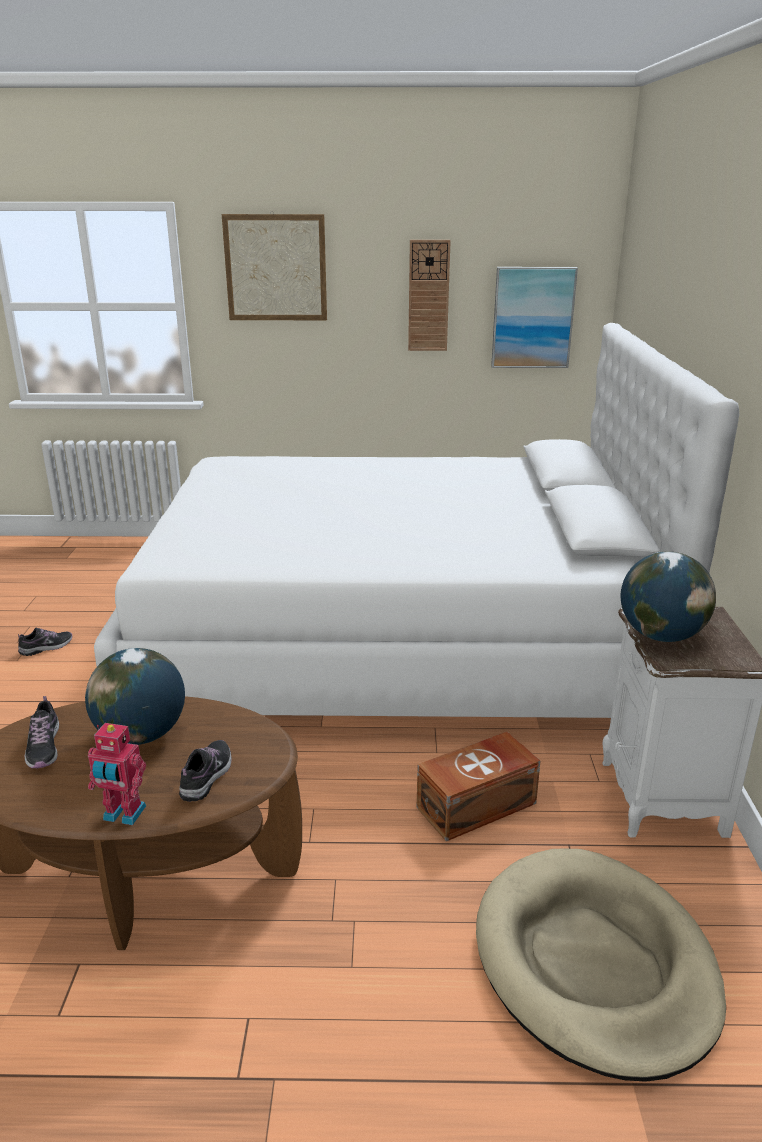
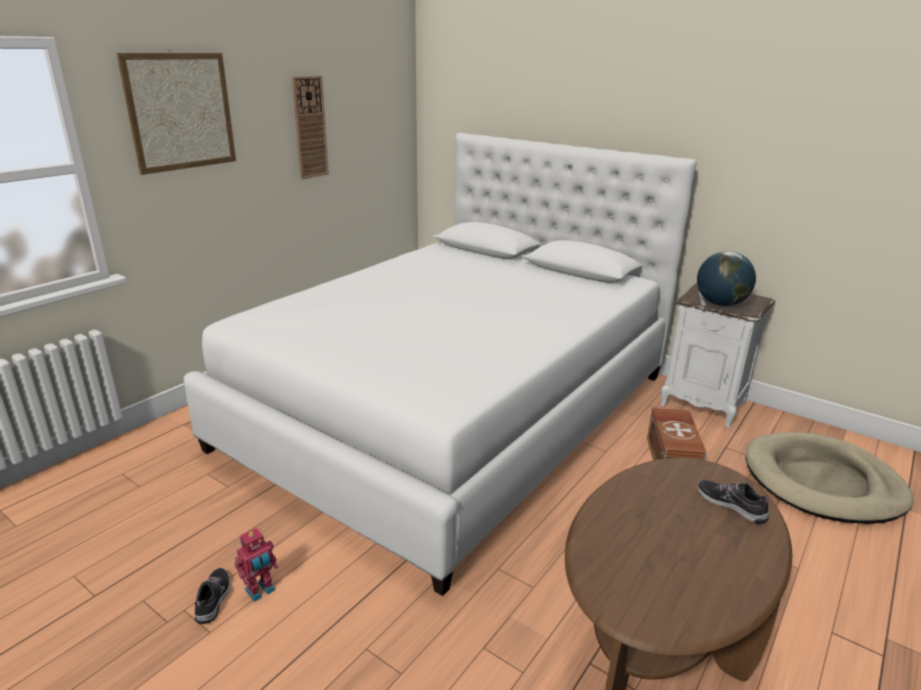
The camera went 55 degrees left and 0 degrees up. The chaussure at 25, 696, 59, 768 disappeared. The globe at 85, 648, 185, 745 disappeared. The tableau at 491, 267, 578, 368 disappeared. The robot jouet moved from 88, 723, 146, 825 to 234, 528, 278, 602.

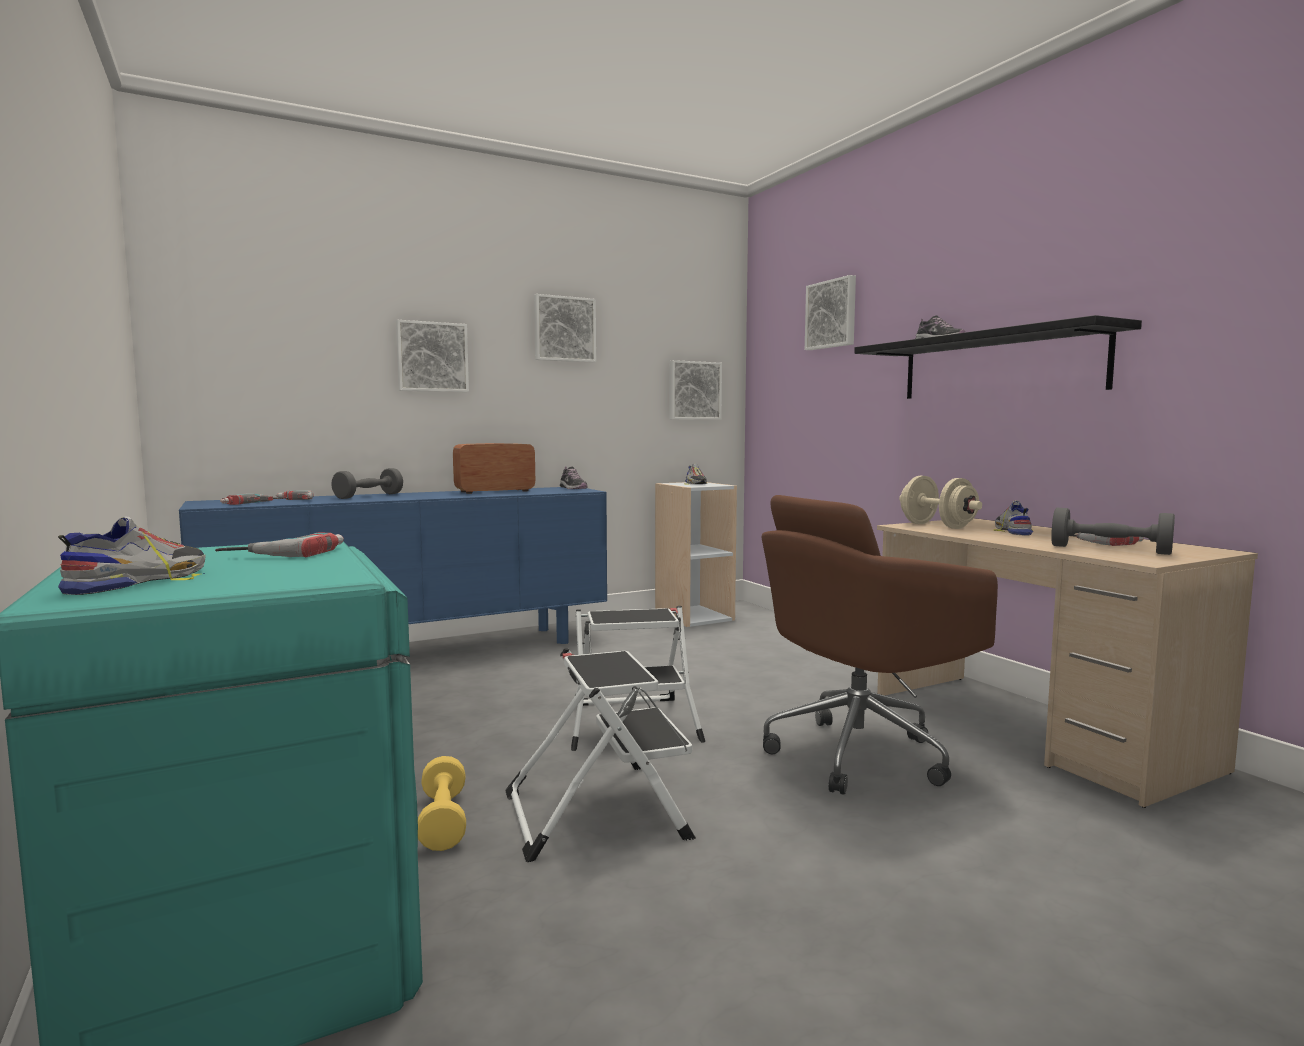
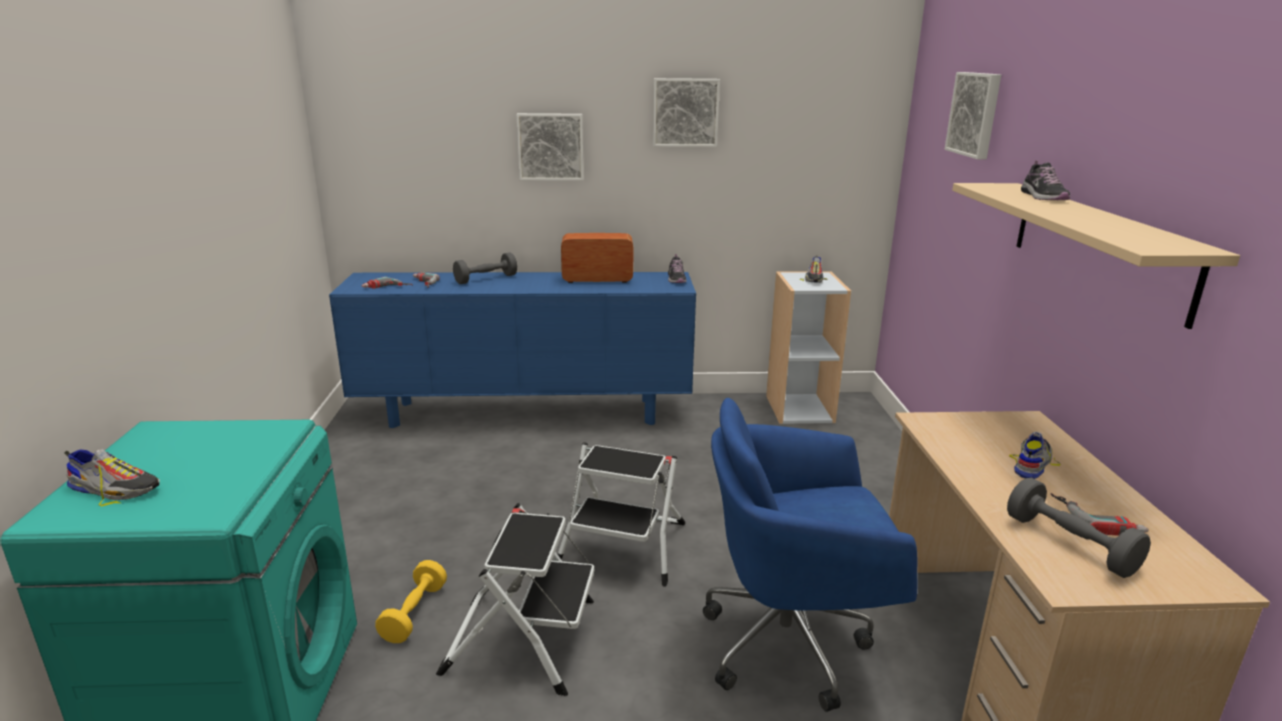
The camera went 25 degrees right and 15 degrees up. The perceuse at 215, 533, 344, 557 disappeared. The tableau at 669, 360, 722, 420 disappeared. The haltère (beige) at 899, 476, 982, 529 disappeared. The chaise de bureau (marron) at 762, 495, 998, 795 became the chaise de bureau (bleu) at 703, 398, 917, 712. The étagère (noir) at 854, 315, 1142, 399 became the étagère (beige) at 952, 183, 1240, 329. The chaussure at 58, 516, 206, 595 turned 60 degrees clockwise.

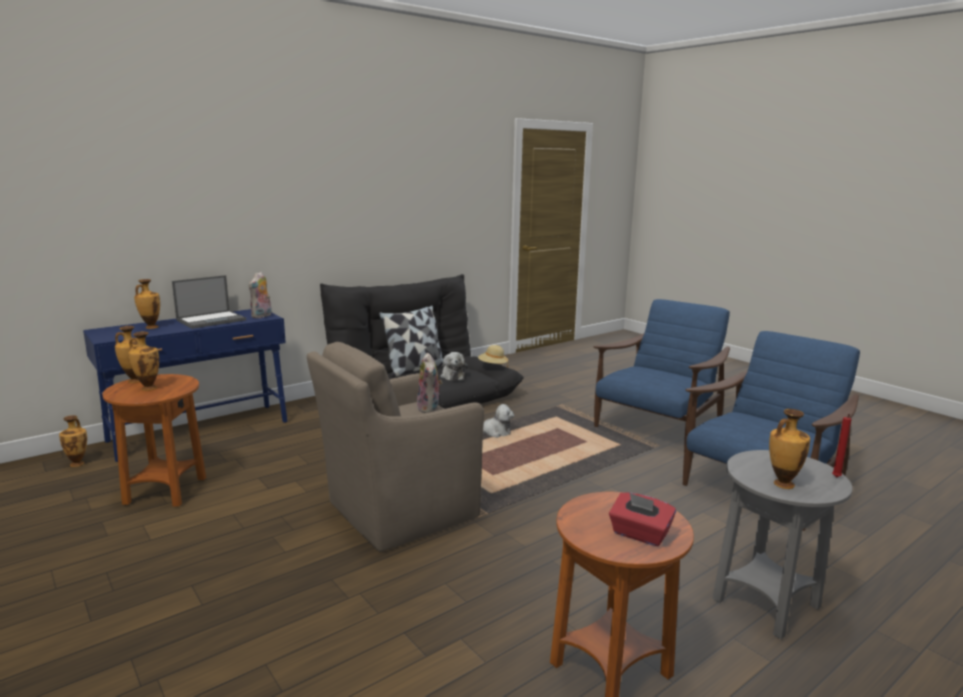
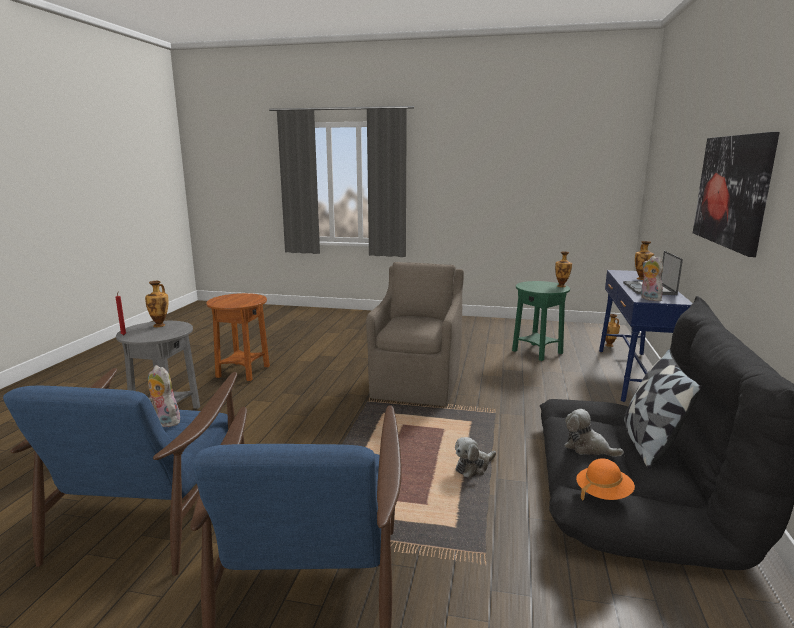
The camera went 140 degrees right and 0 degrees up. The vase at 128, 331, 159, 391 disappeared. The boîte à mouchoirs (rouge) at 609, 493, 676, 546 disappeared. The tableau at 693, 132, 780, 257 appeared. The peluche moved from 417, 353, 443, 413 to 148, 365, 180, 427. The table d'appoint (marron) at 102, 374, 206, 507 became the table d'appoint (vert) at 512, 281, 570, 361. The chapeau (beige) at 478, 345, 508, 368 became the chapeau (orange) at 576, 458, 635, 501.

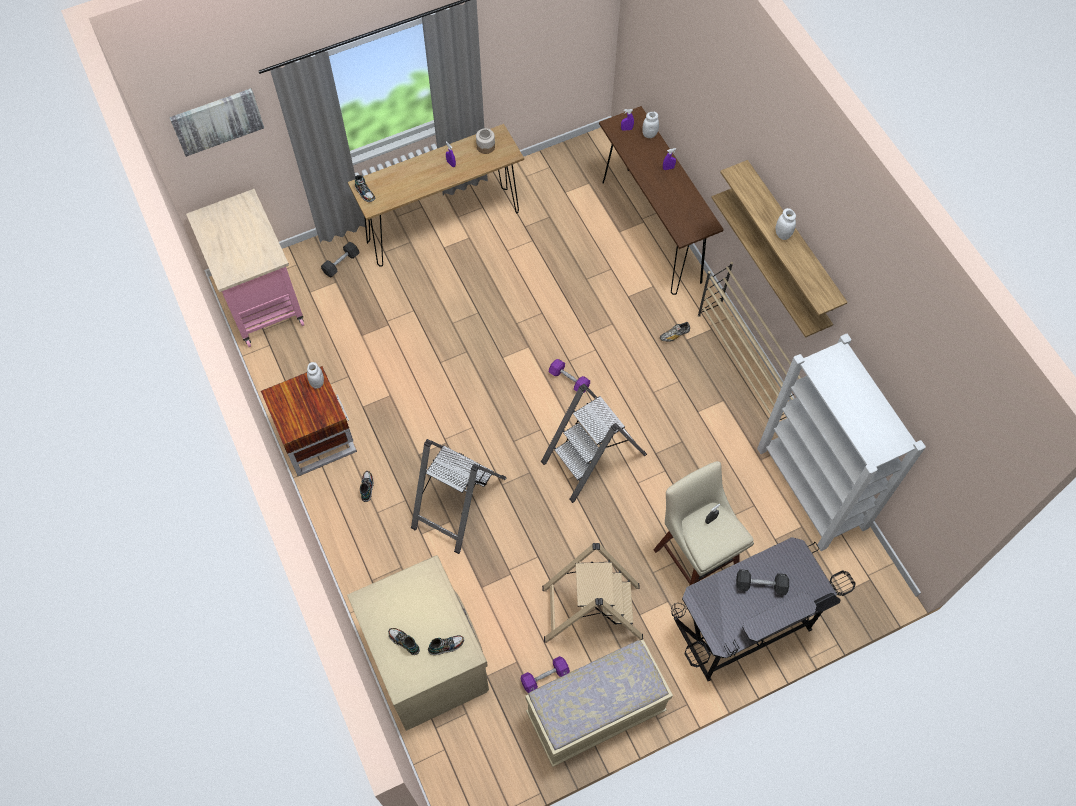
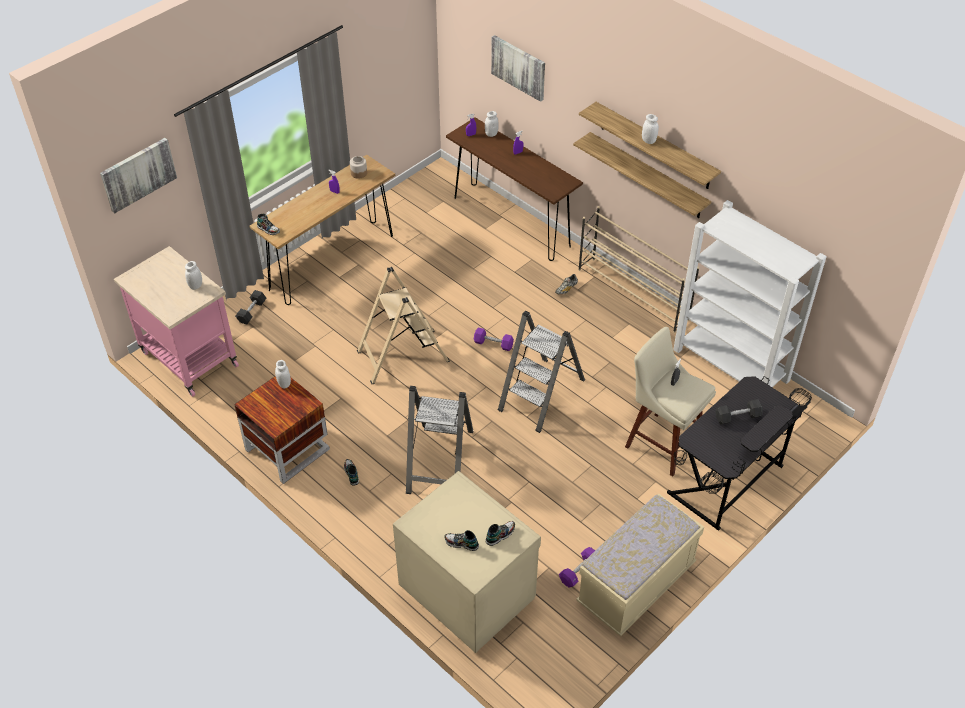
The camera went 20 degrees left and 15 degrees down. The bocal (blanc) at 185, 261, 202, 290 appeared. The tableau at 491, 35, 545, 102 appeared. The escabeau (beige) moved from 542, 543, 643, 642 to 357, 267, 450, 384.

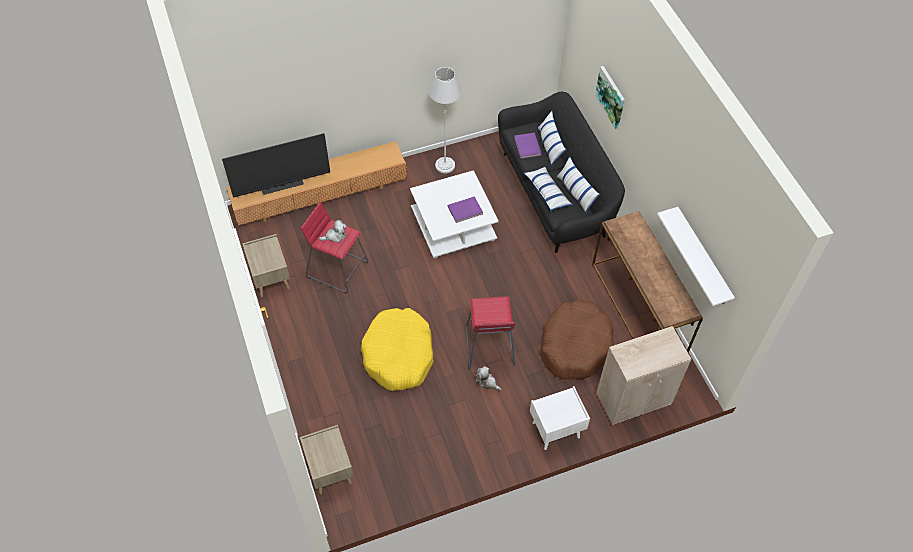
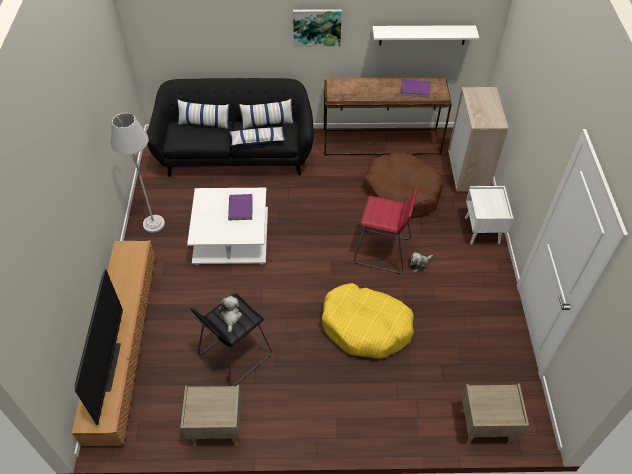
The camera went 70 degrees left and 5 degrees down. The livre (violet) moved from 514, 133, 542, 159 to 401, 79, 431, 98. The tableau moved from 595, 66, 625, 129 to 293, 9, 342, 47. The tabouret (rouge) at 301, 202, 368, 293 became the tabouret (noir) at 191, 293, 272, 386.

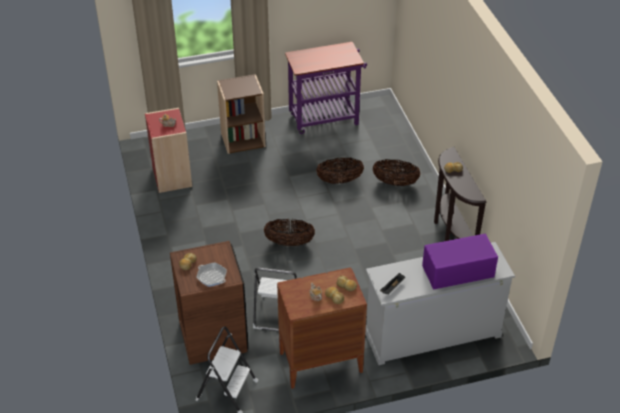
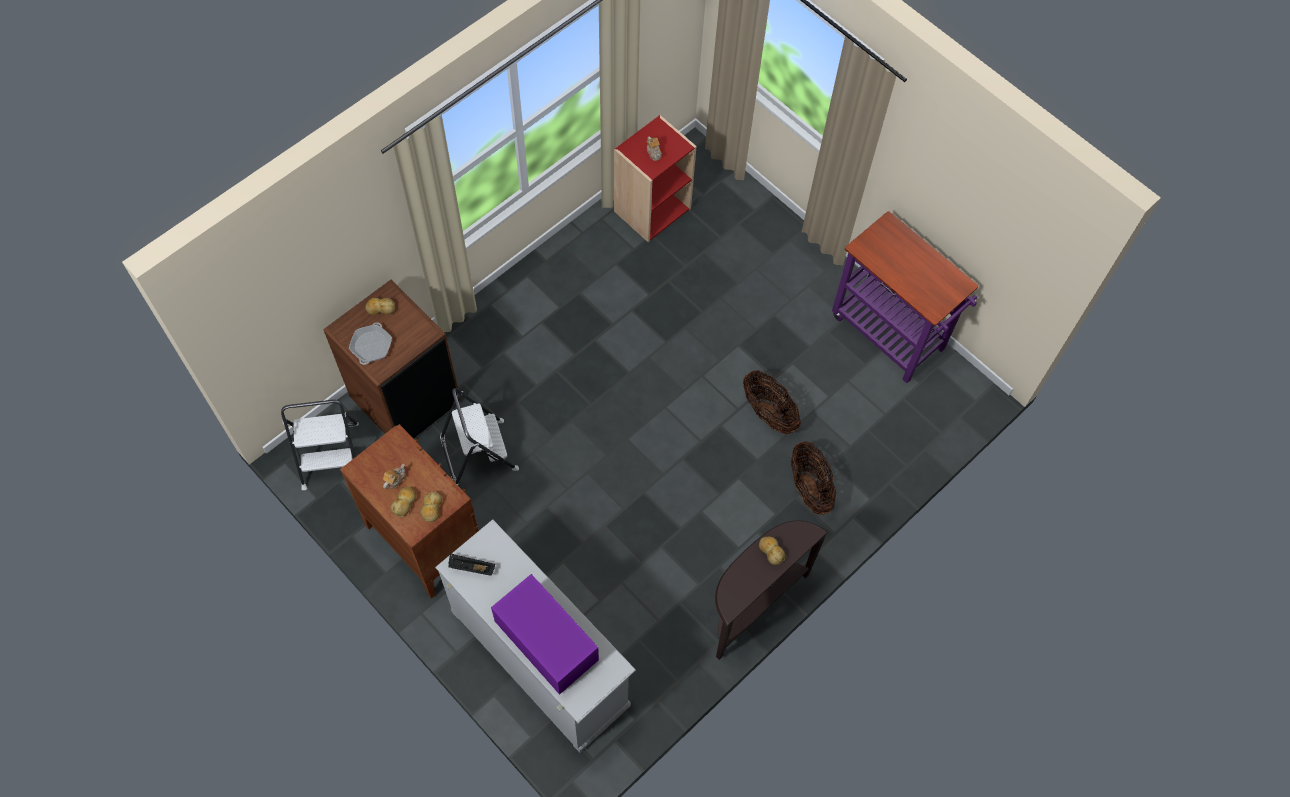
The camera went 60 degrees right and 20 degrees up. The bibliothèque (marron) at 217, 74, 266, 154 disappeared. The panier at 264, 219, 315, 246 disappeared.

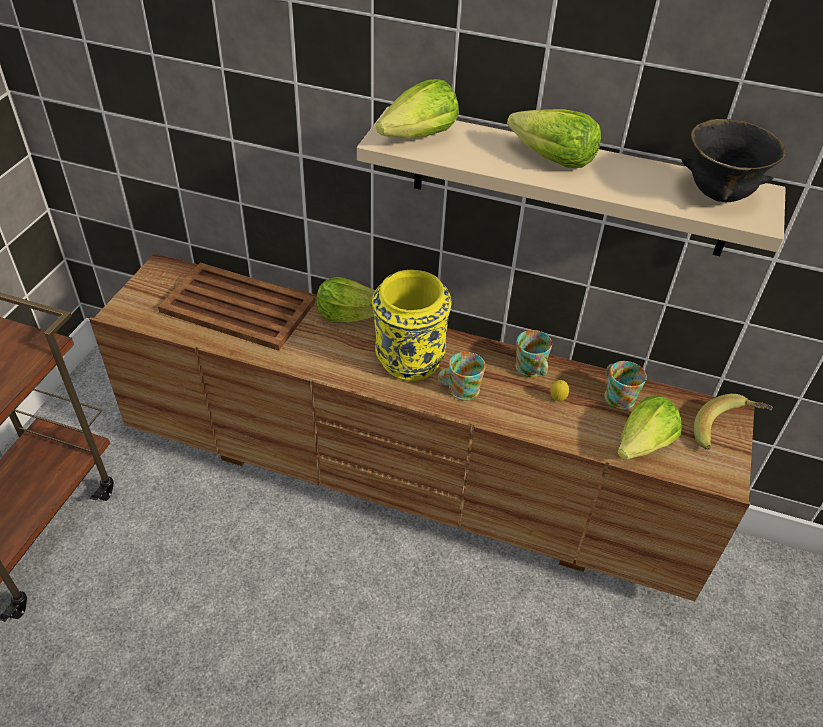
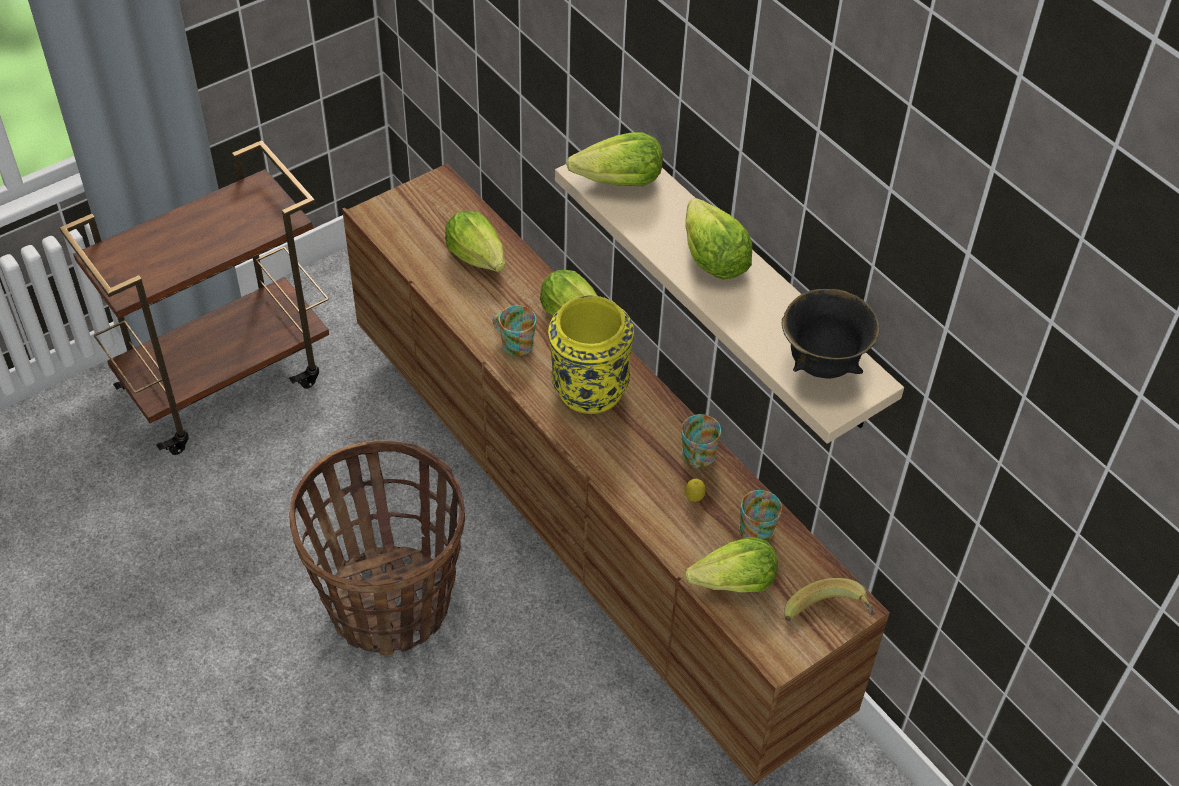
The camera went 35 degrees right and 5 degrees up. The panier at 289, 440, 465, 656 appeared. The mug moved from 438, 352, 486, 401 to 493, 305, 537, 356. The plateau (marron) at 158, 262, 315, 351 was replaced by the laitue at 445, 211, 505, 272.

